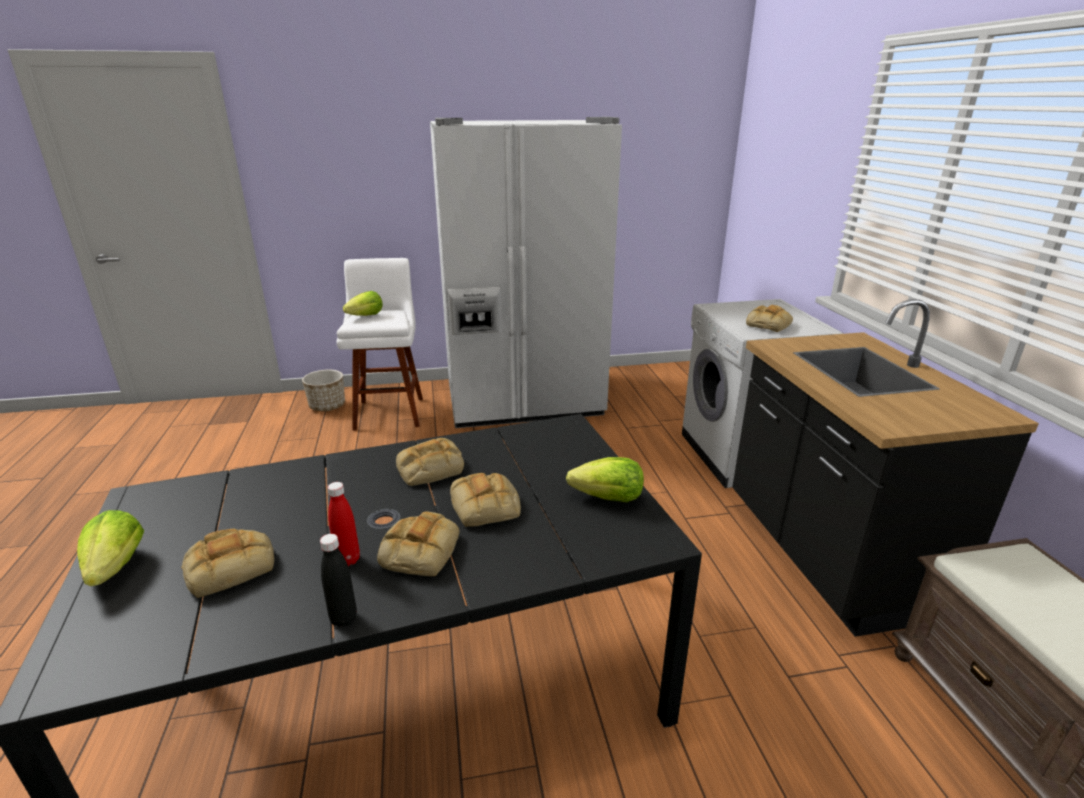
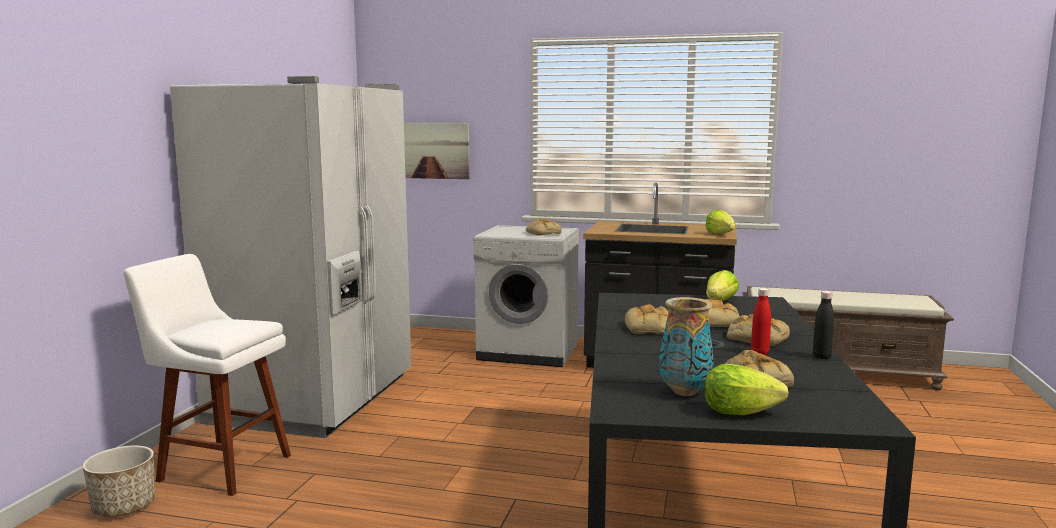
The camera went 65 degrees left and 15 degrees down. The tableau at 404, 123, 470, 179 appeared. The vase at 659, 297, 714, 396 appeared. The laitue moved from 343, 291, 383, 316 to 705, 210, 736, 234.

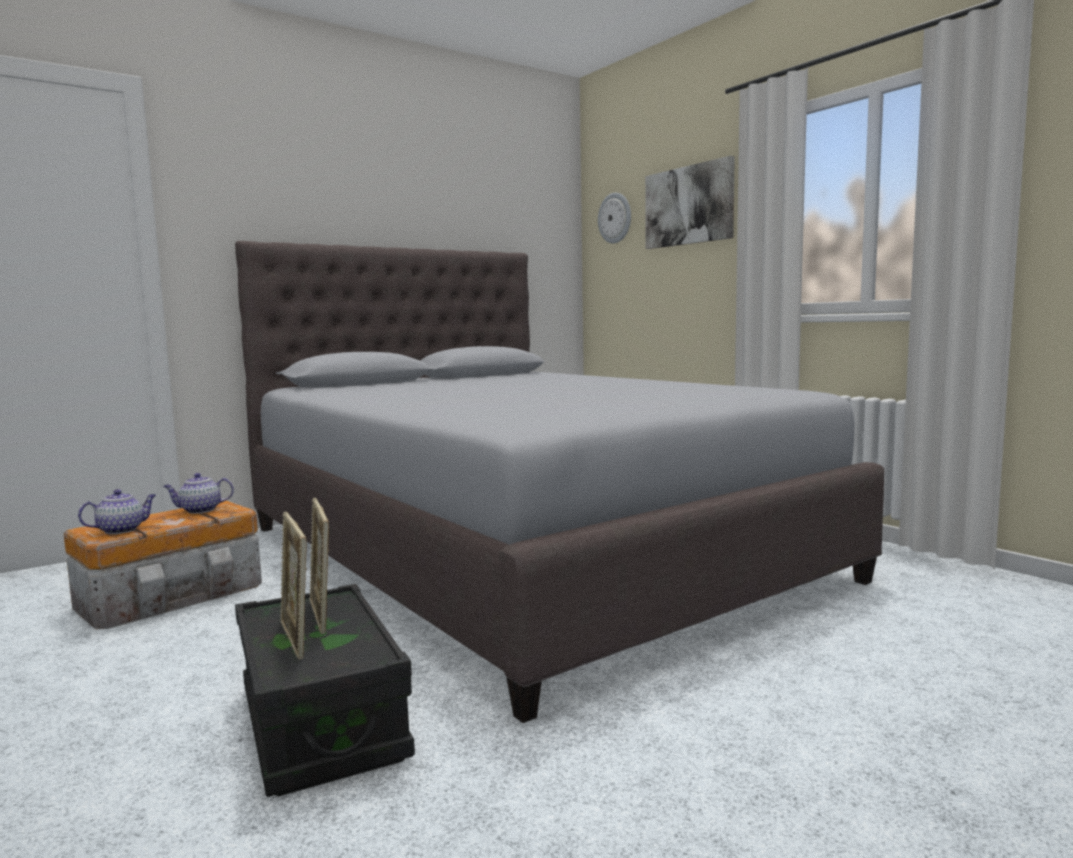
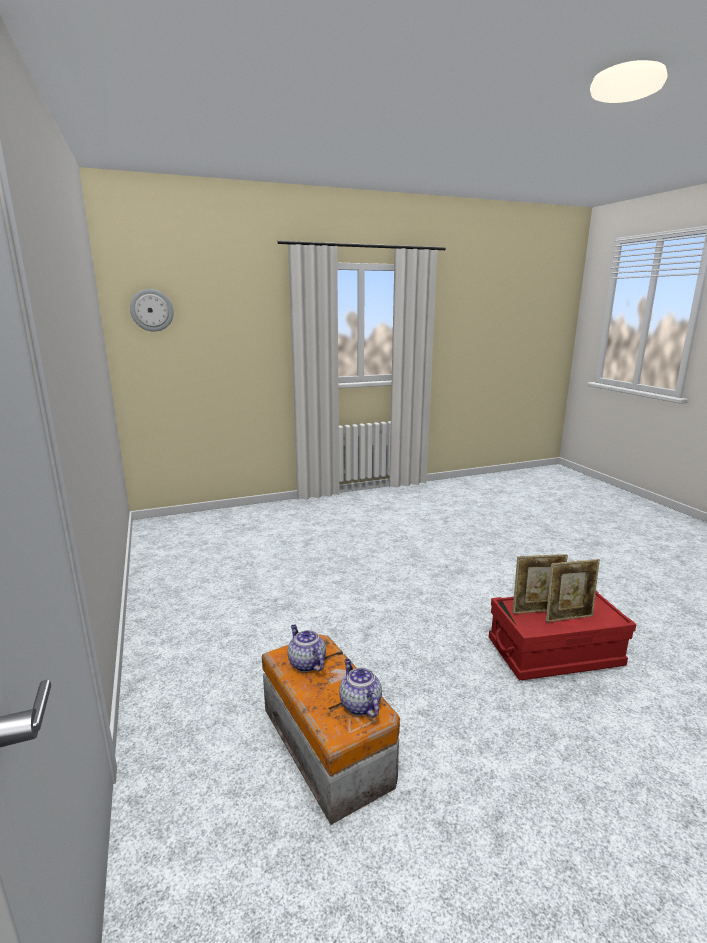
The camera went 75 degrees left and 10 degrees up. The lit (gris) at 235, 241, 884, 723 disappeared. The tableau at 645, 156, 735, 249 disappeared. The boîte de rangement (noir) at 235, 584, 415, 797 became the boîte de rangement (rouge) at 489, 591, 636, 681. The théière at 163, 473, 234, 514 turned 150 degrees clockwise.

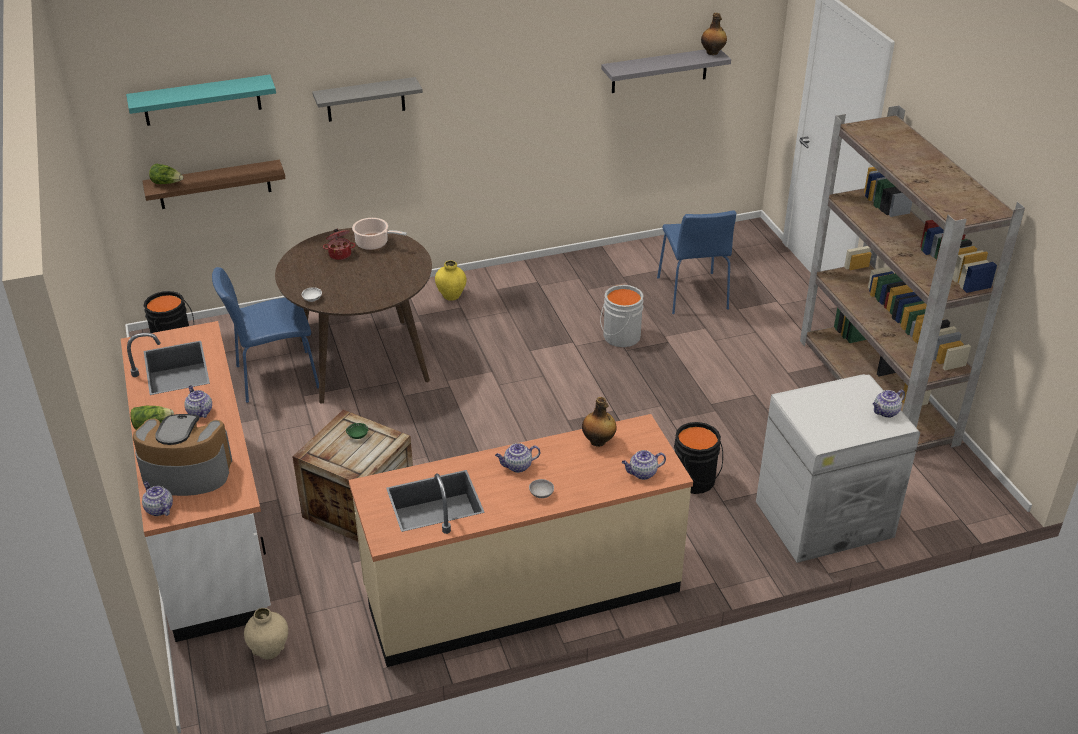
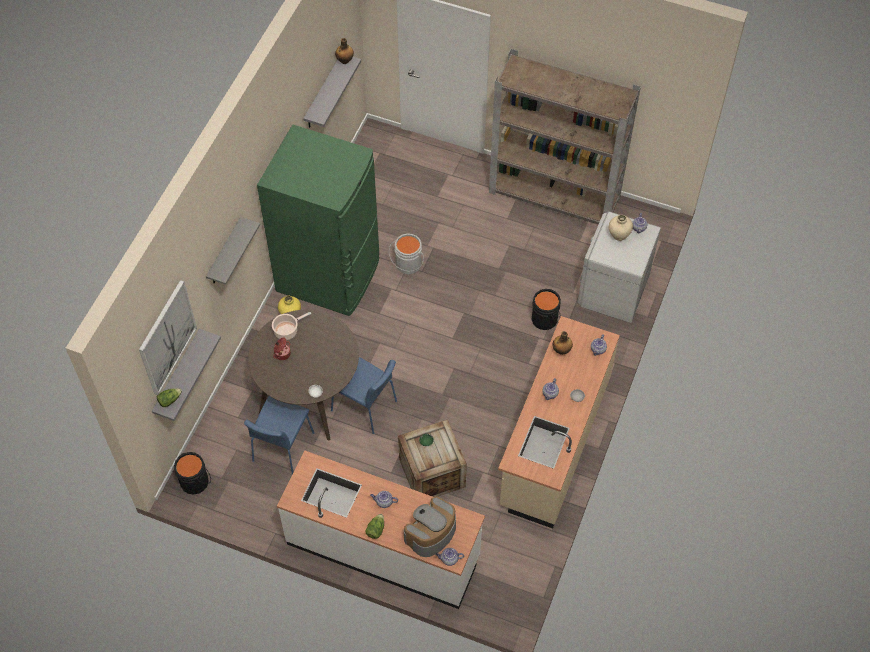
The camera went 50 degrees left and 20 degrees up. The réfrigérateur (vert) at 257, 124, 379, 316 appeared. The vase (beige) moved from 244, 608, 288, 660 to 609, 215, 633, 241. The chaise (bleu) moved from 657, 210, 736, 314 to 331, 357, 397, 434. The étagère (turquoise) at 126, 75, 276, 126 was replaced by the tableau at 139, 280, 197, 395. The étagère (marron) at 143, 160, 286, 209 became the étagère (gris) at 152, 329, 221, 421.

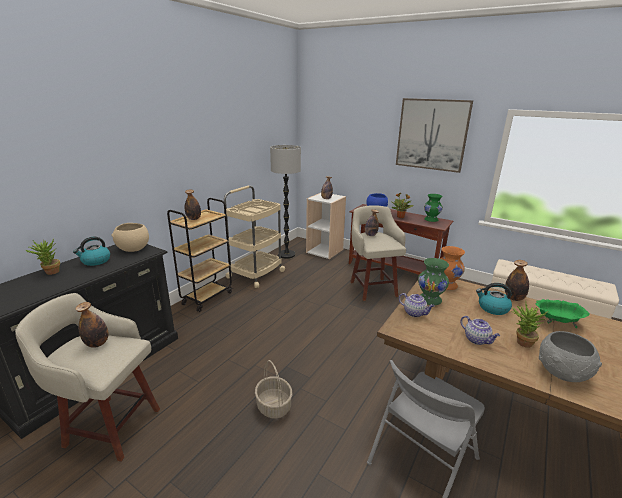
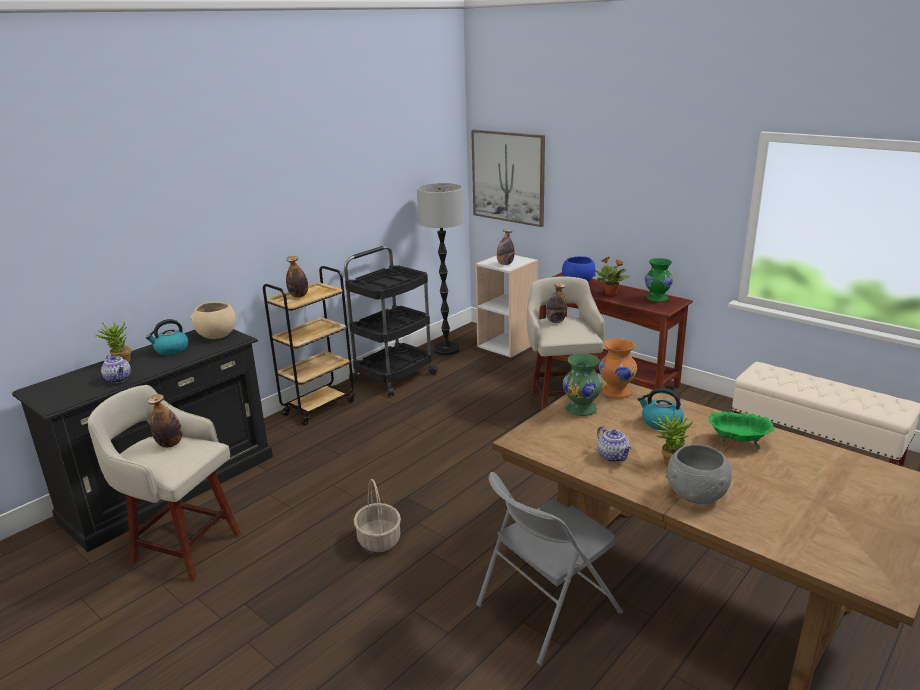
The camera went 10 degrees right and 0 degrees up. The bouteille at 505, 260, 529, 301 disappeared. The tableau moved from 396, 98, 473, 173 to 471, 130, 545, 227. The théière moved from 399, 293, 435, 317 to 101, 355, 131, 383. The chariot (beige) at 224, 186, 285, 288 became the chariot (noir) at 344, 246, 438, 396.

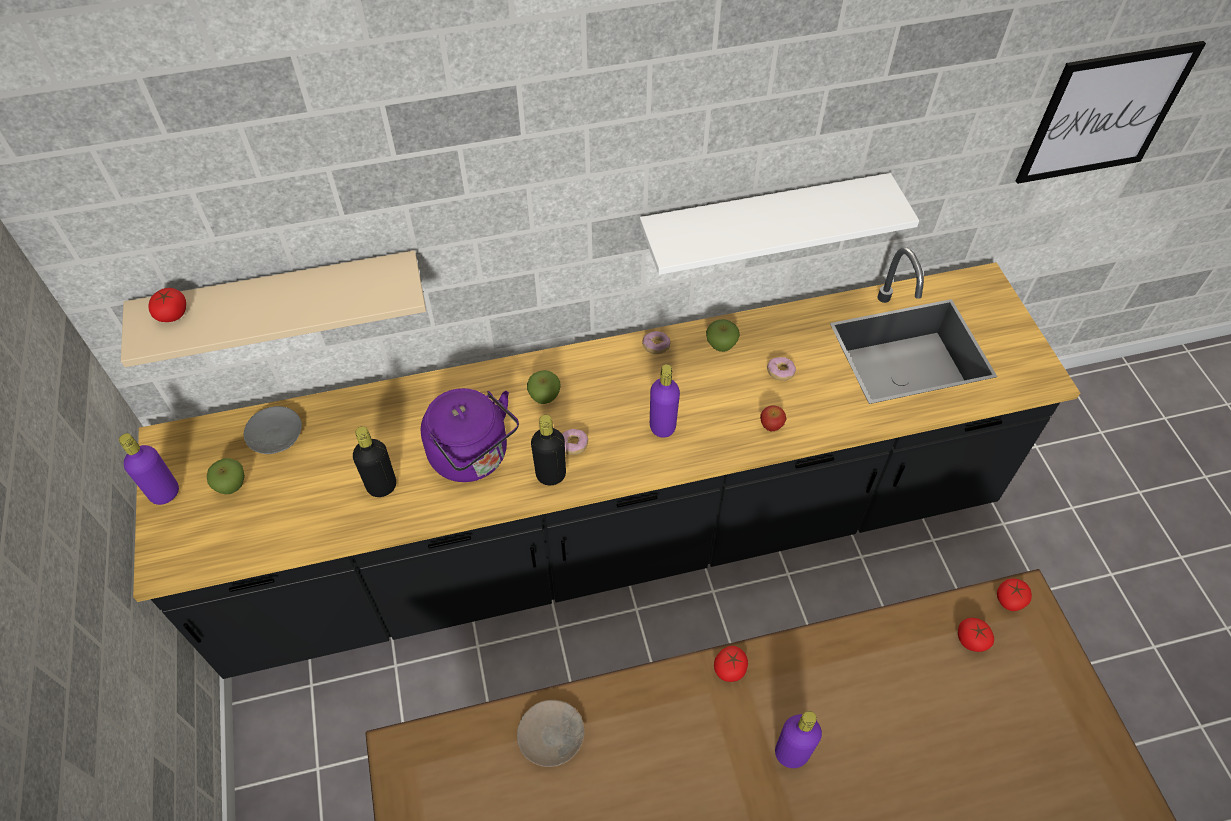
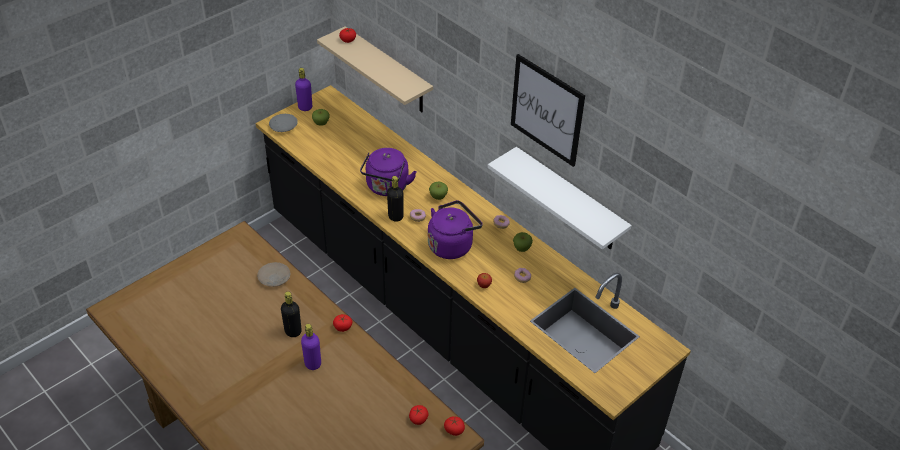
The camera went 60 degrees right and 10 degrees down. The assiette (gris) moved from 244, 406, 302, 454 to 269, 114, 298, 132. The bouteille (noir) moved from 353, 426, 396, 497 to 281, 291, 302, 337. The tableau moved from 1016, 41, 1206, 184 to 511, 54, 585, 167. The bouteille (violet) at 650, 364, 680, 438 was replaced by the bouilloire (violet) at 428, 200, 483, 259.

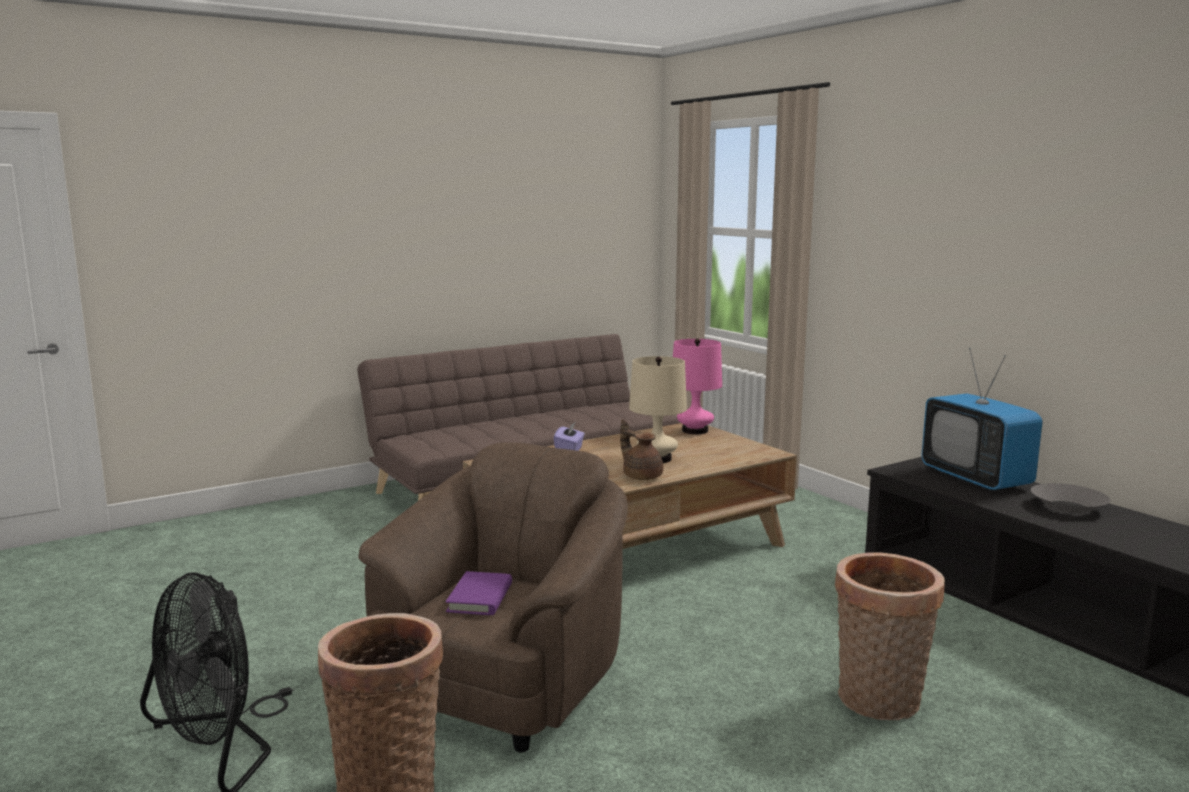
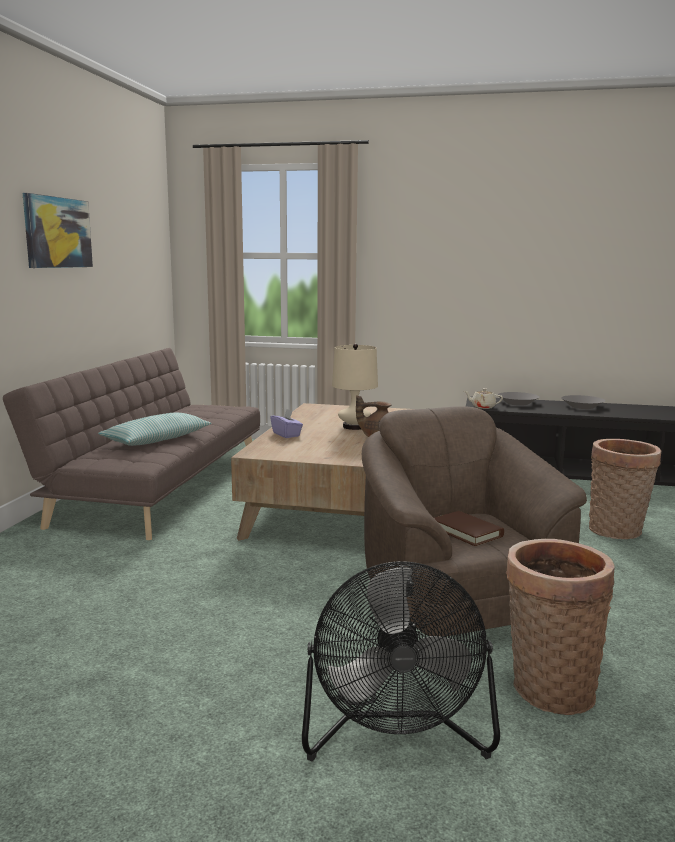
The camera went 45 degrees left and 0 degrees up. The lampe de table (rose) at 673, 338, 722, 434 disappeared. The tableau at 23, 193, 93, 268 appeared. The coussin at 98, 413, 211, 446 appeared. The théière (beige) at 464, 388, 503, 409 appeared. The téléviseur at 921, 348, 1043, 490 was replaced by the bol (gris) at 497, 392, 539, 406. The livre (violet) at 446, 571, 512, 615 became the livre (marron) at 434, 511, 504, 546.

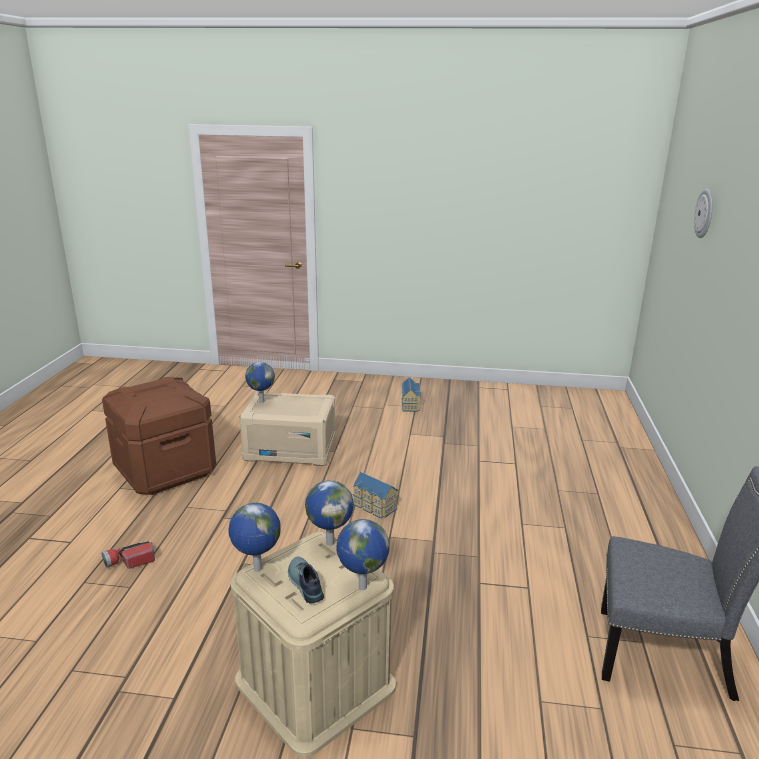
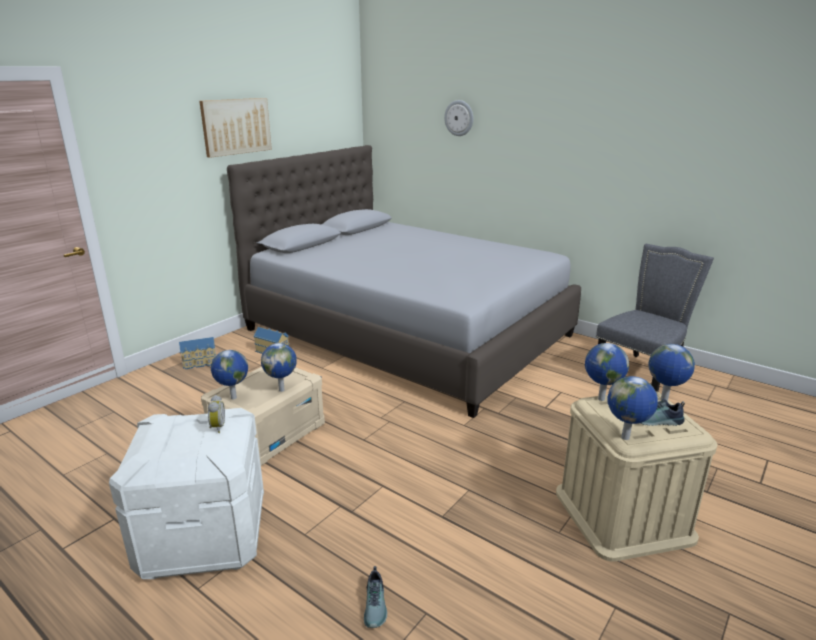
The camera went 60 degrees left and 0 degrees up. The tableau at 199, 98, 272, 158 appeared. The réveil at 208, 395, 225, 433 appeared. The lit (gris) at 227, 145, 581, 418 appeared. The globe at 261, 343, 297, 392 appeared. The maison miniature moved from 353, 472, 398, 519 to 179, 337, 216, 369. The lampe de poche at 102, 541, 155, 569 was replaced by the chaussure at 364, 566, 387, 628. The boîte de rangement (marron) at 102, 377, 216, 495 became the boîte de rangement (blanc) at 109, 408, 264, 579.

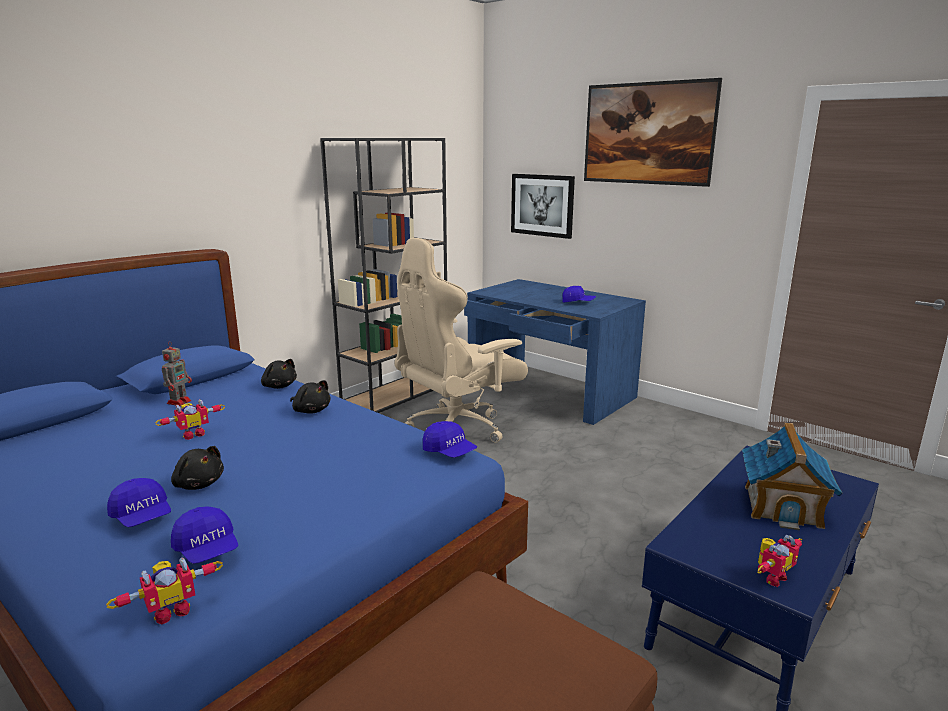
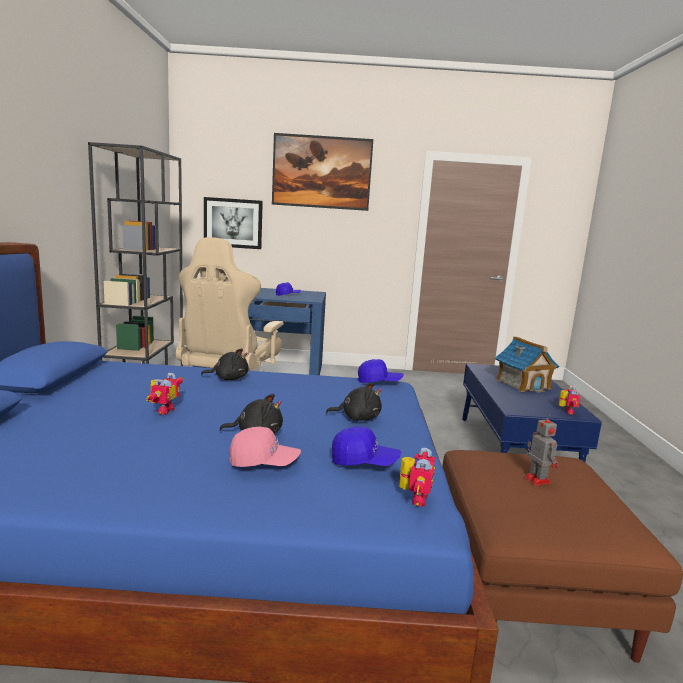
The camera went 40 degrees left and 5 degrees down. The robot jouet moved from 162, 341, 192, 406 to 525, 413, 558, 486. The peluche (noir) moved from 261, 359, 297, 389 to 326, 383, 382, 421. The casquette (bleu) at 107, 478, 171, 527 became the casquette (rose) at 230, 426, 301, 467.

